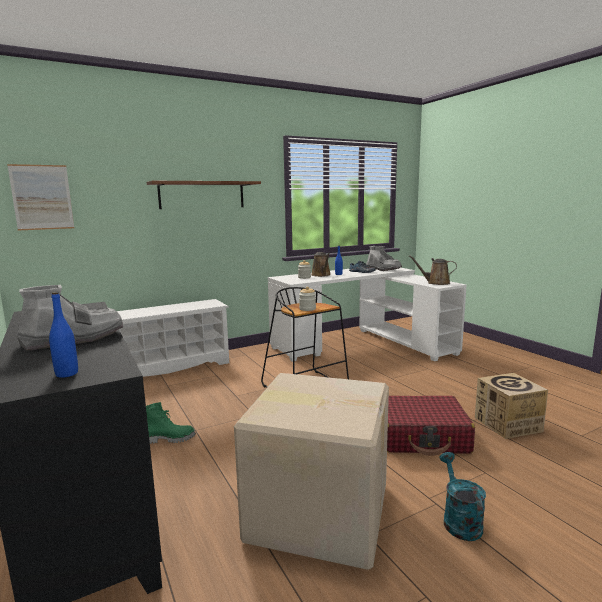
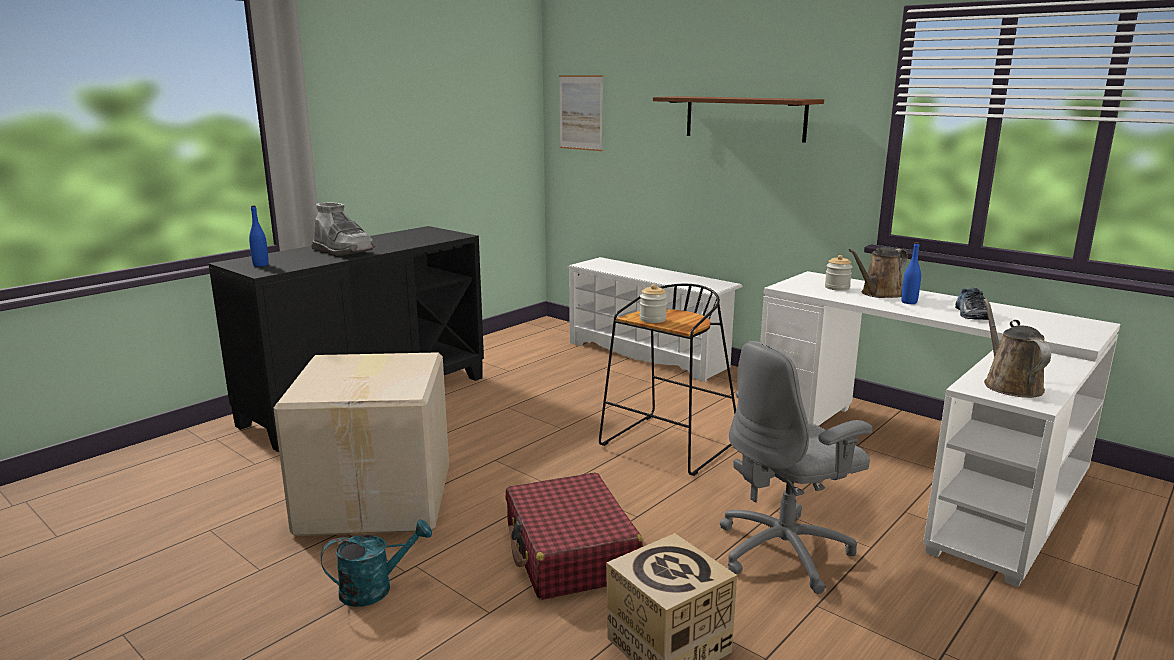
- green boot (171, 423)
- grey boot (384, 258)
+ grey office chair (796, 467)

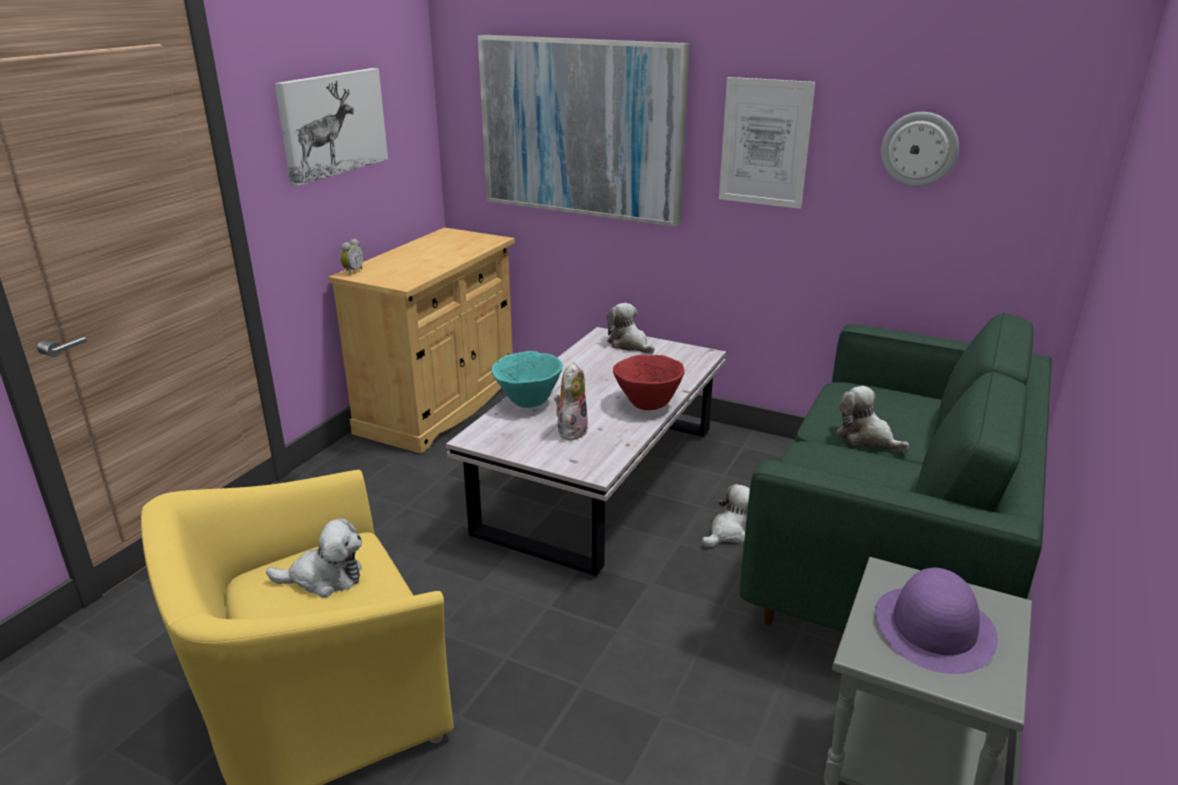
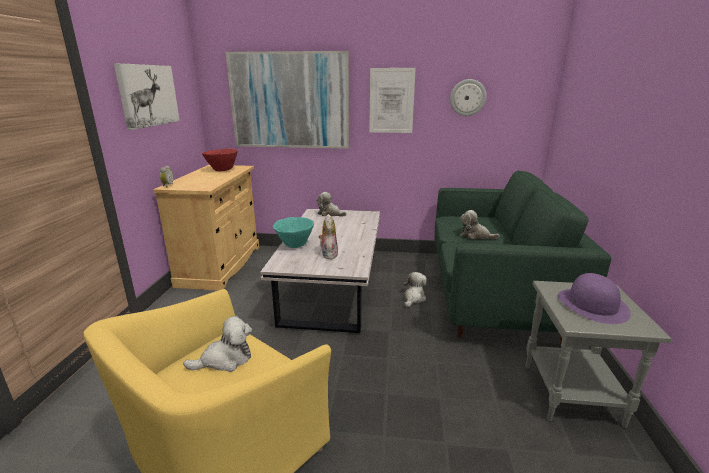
~ red bowl (649, 382) to (219, 159)

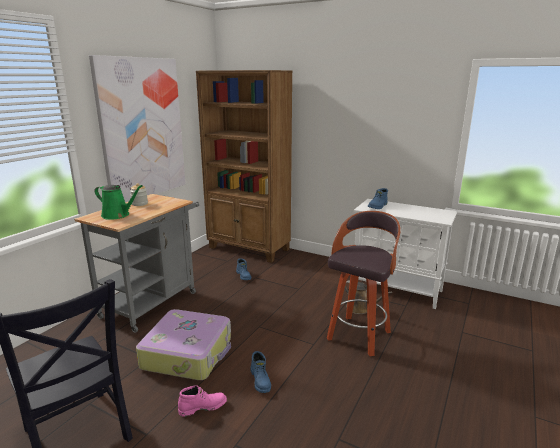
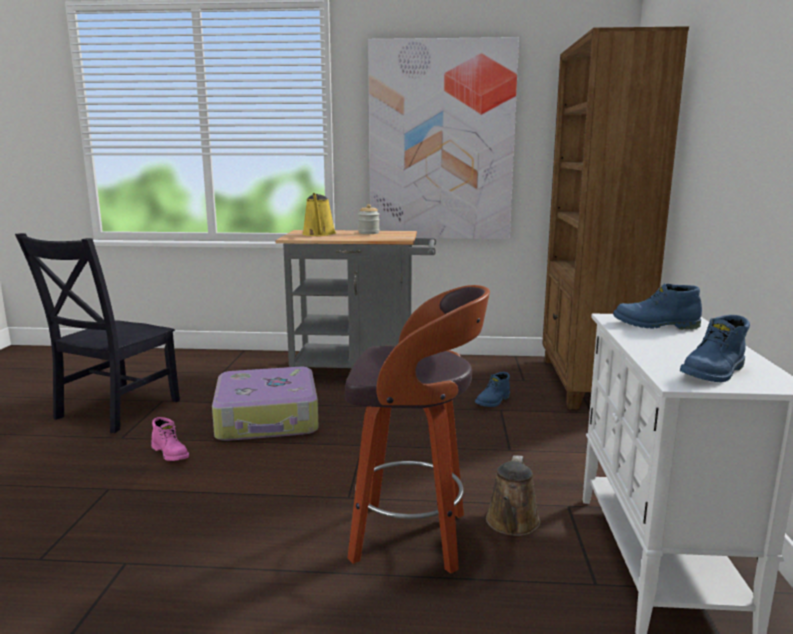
~ green watering can (119, 202) to yellow watering can (319, 214)
~ blue boot (260, 372) to (715, 348)

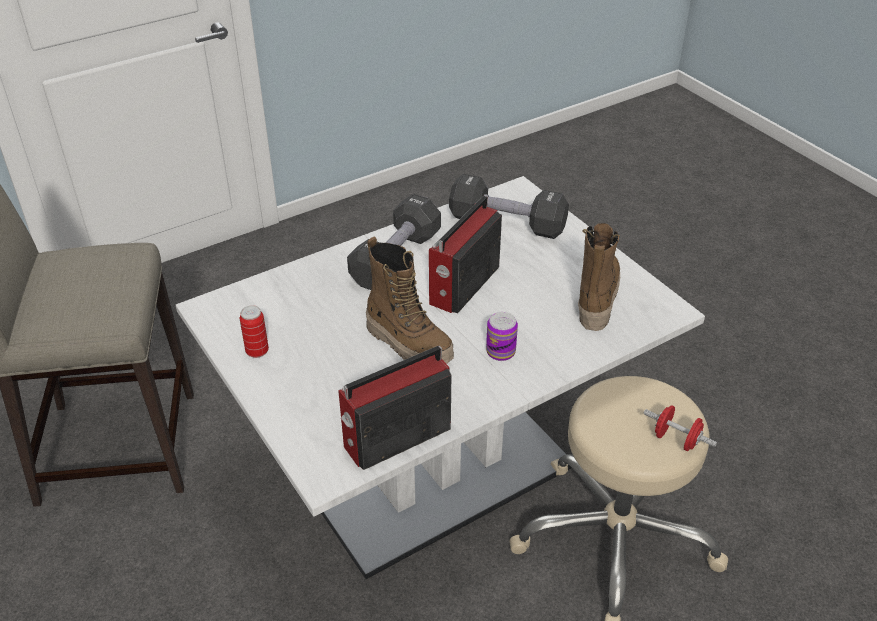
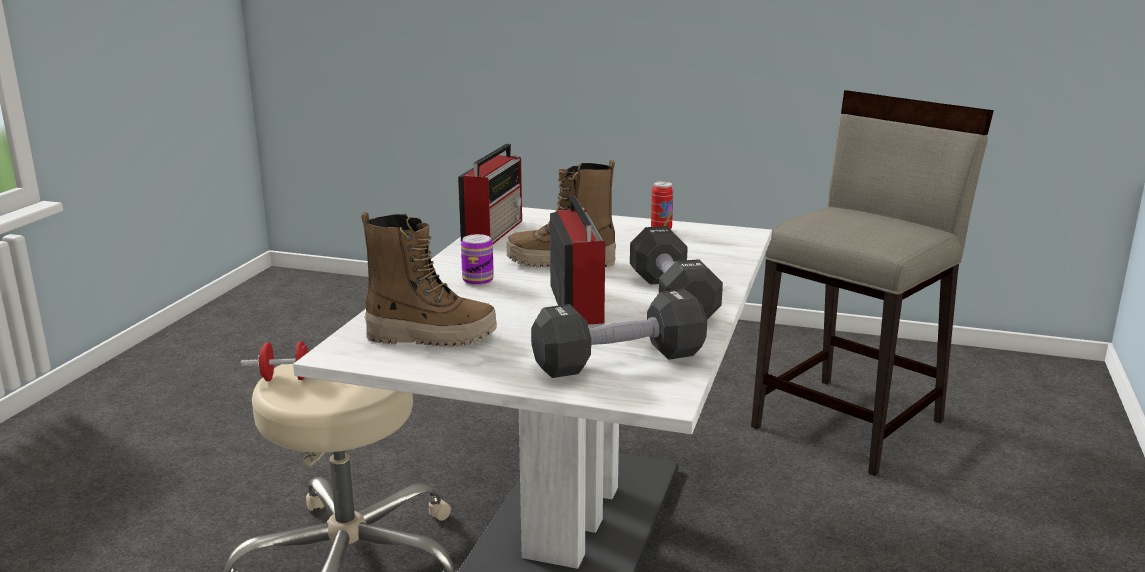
~ boot (599, 277) = (429, 279) 60 degrees counterclockwise

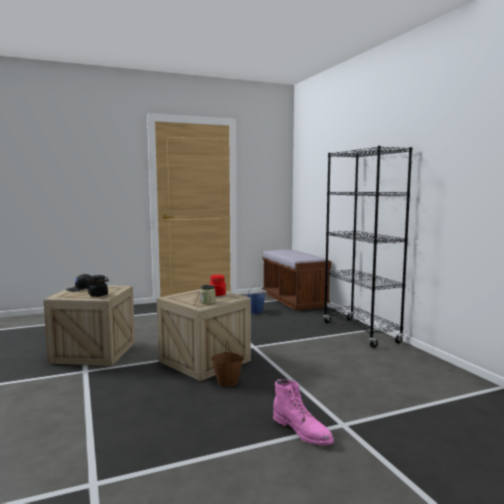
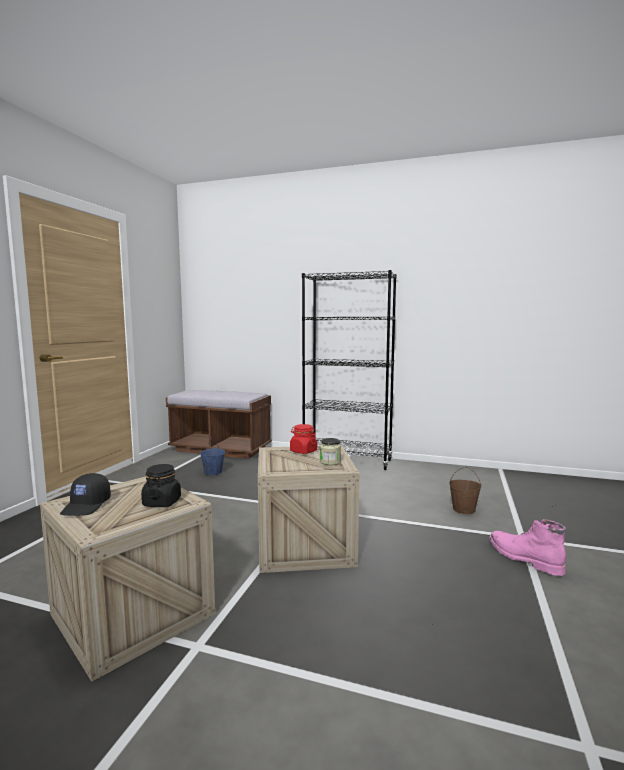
~ brown bucket (227, 363) to (465, 490)
~ pink boot (303, 412) = (527, 547) 120 degrees counterclockwise

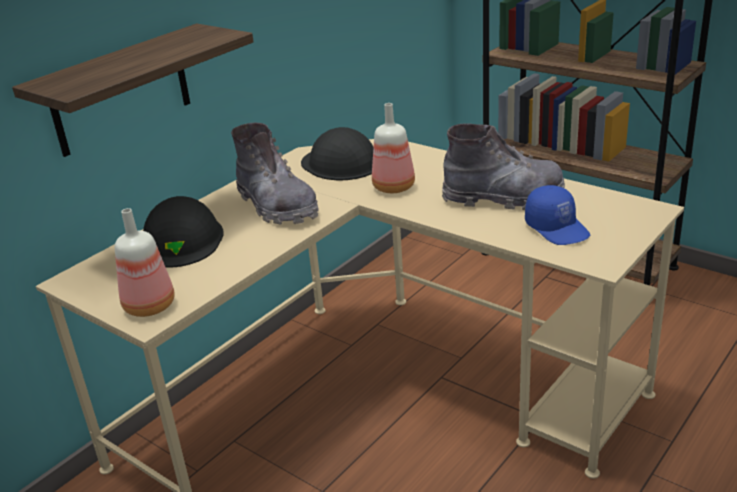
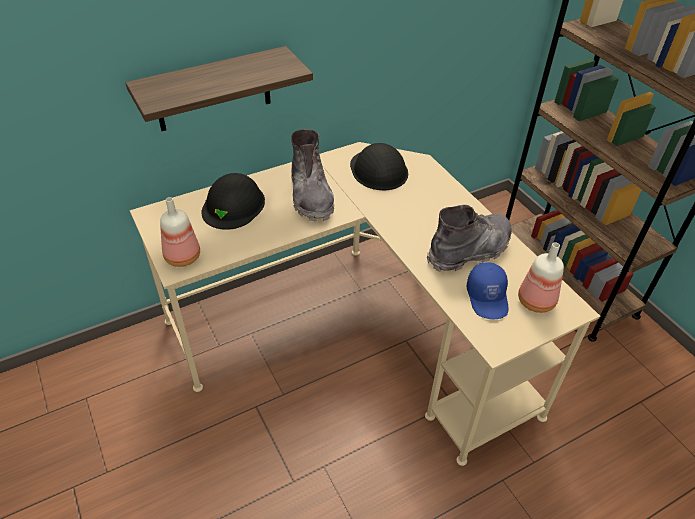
~ bottle (393, 148) to (541, 277)
~ grey boot (503, 166) = (469, 238) 60 degrees counterclockwise

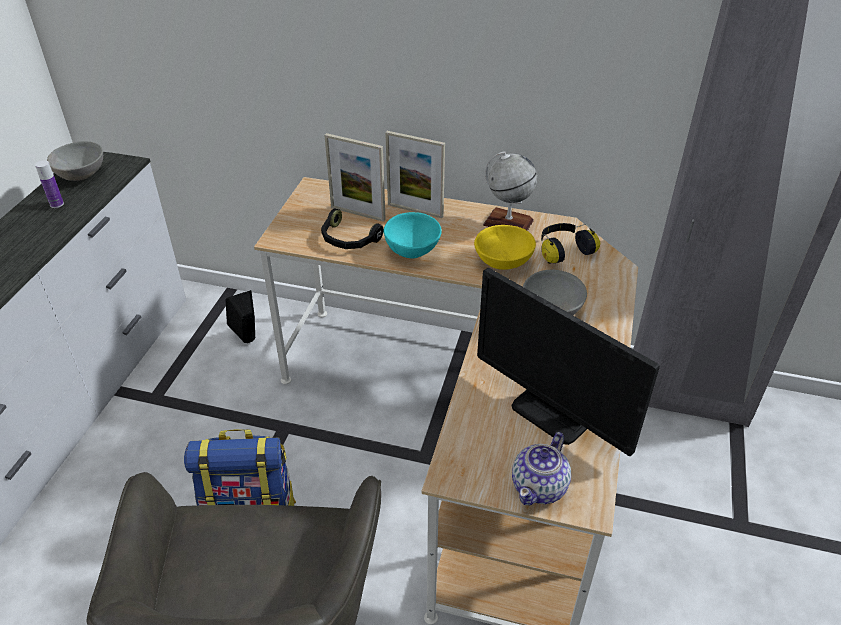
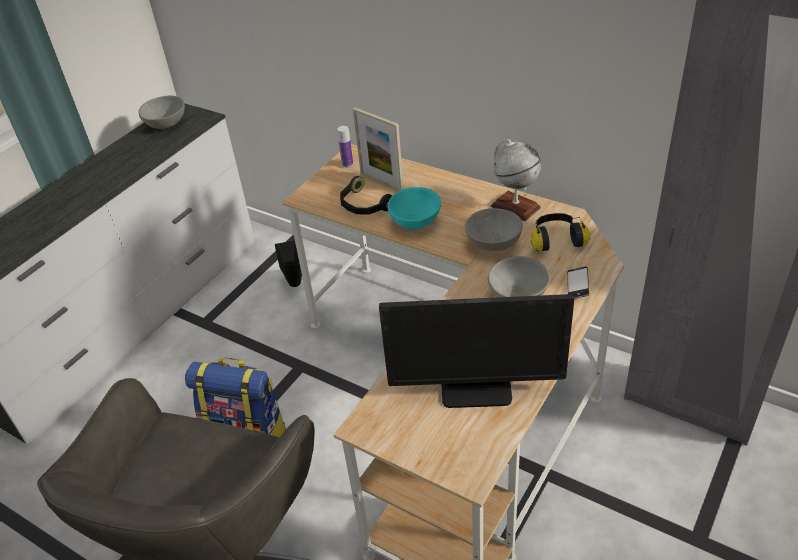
~ bottle (49, 184) to (345, 146)
- picture frame (415, 174)
~ yellow bowl (505, 247) to grey bowl (494, 229)
~ monitor (568, 362) = (476, 351) 60 degrees counterclockwise
- teapot (541, 469)
+ phone (578, 282)

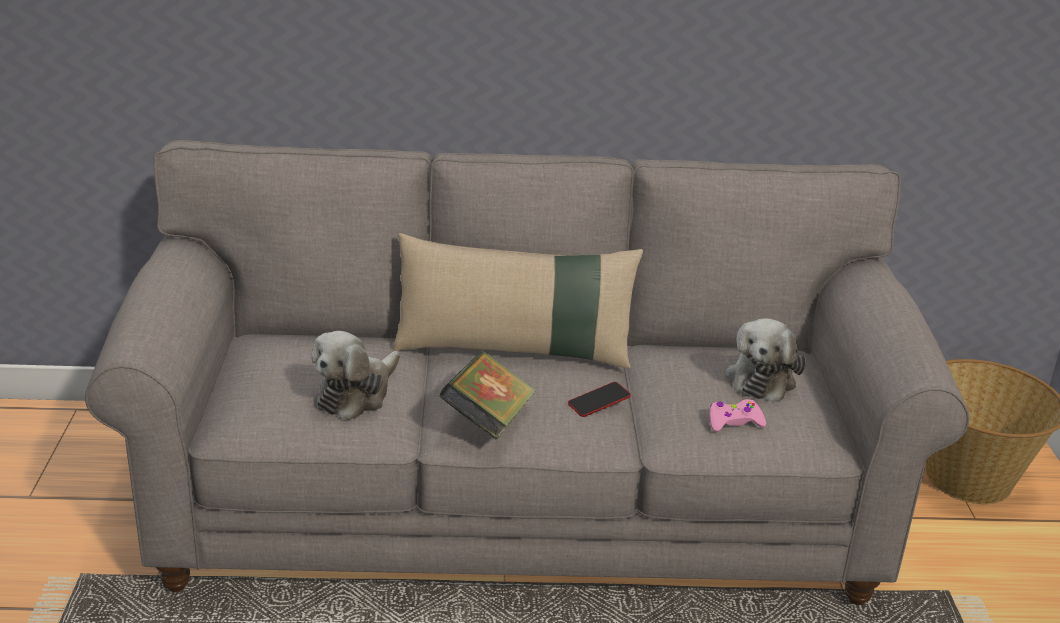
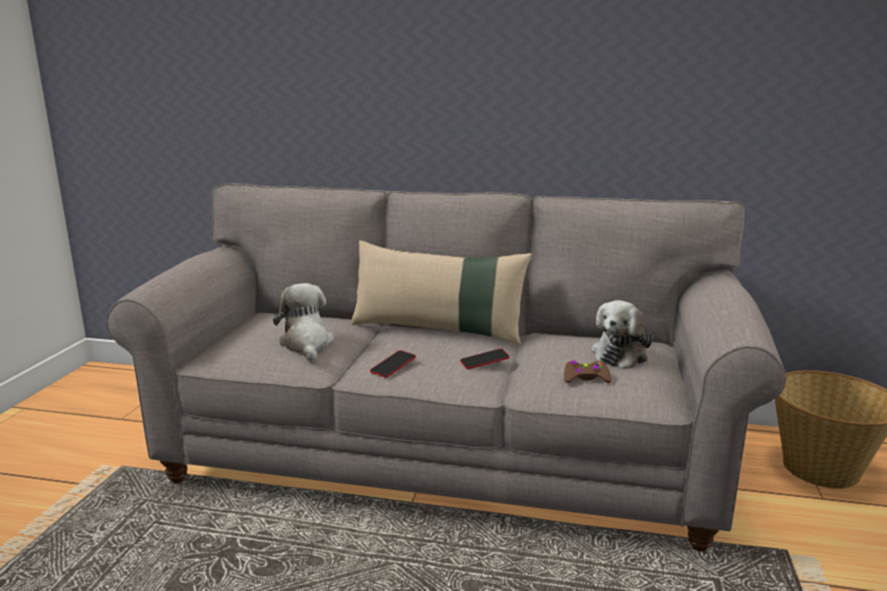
~ plush toy (355, 375) = (303, 322) 120 degrees clockwise
~ book (487, 395) to phone (393, 364)
~ pink game controller (737, 415) to brown game controller (588, 371)

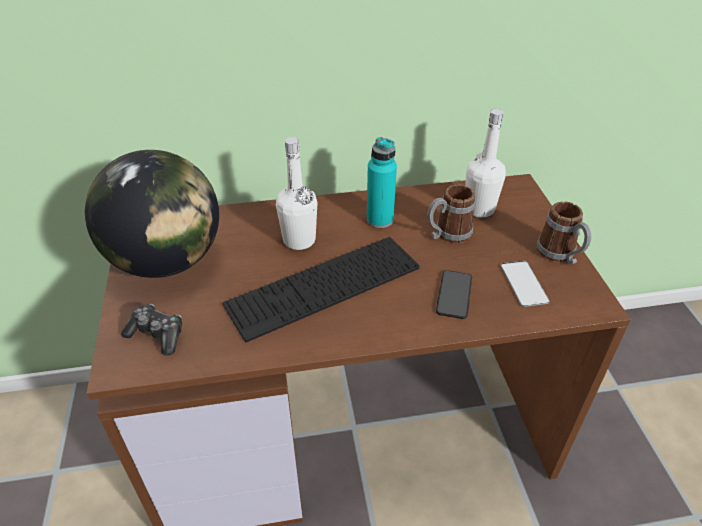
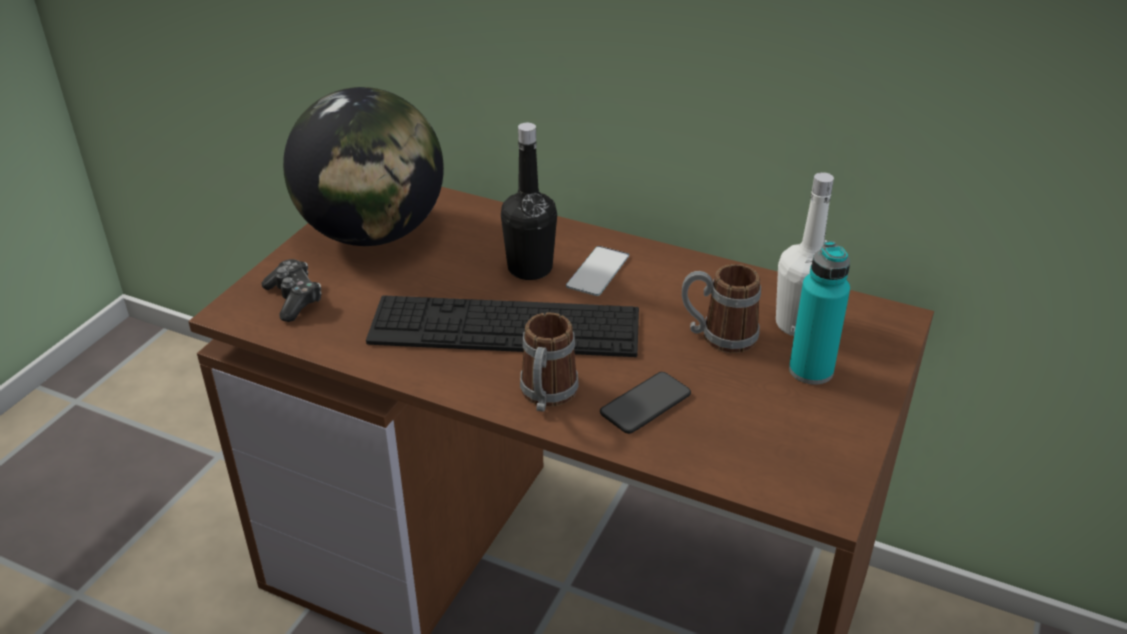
~ white bottle (297, 193) to black bottle (529, 201)
~ turquoise bottle (382, 182) to (819, 313)
~ phone (525, 284) to (597, 271)
~ mug (564, 233) to (549, 362)

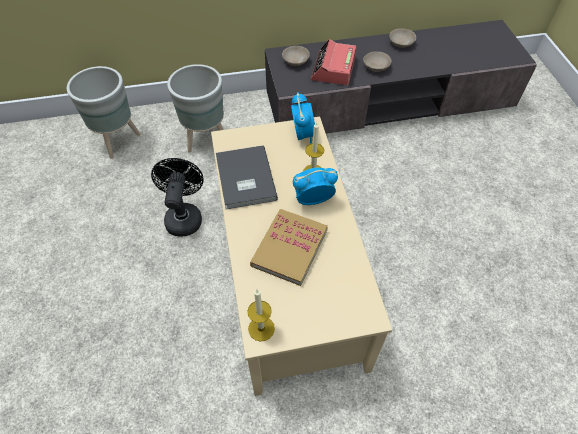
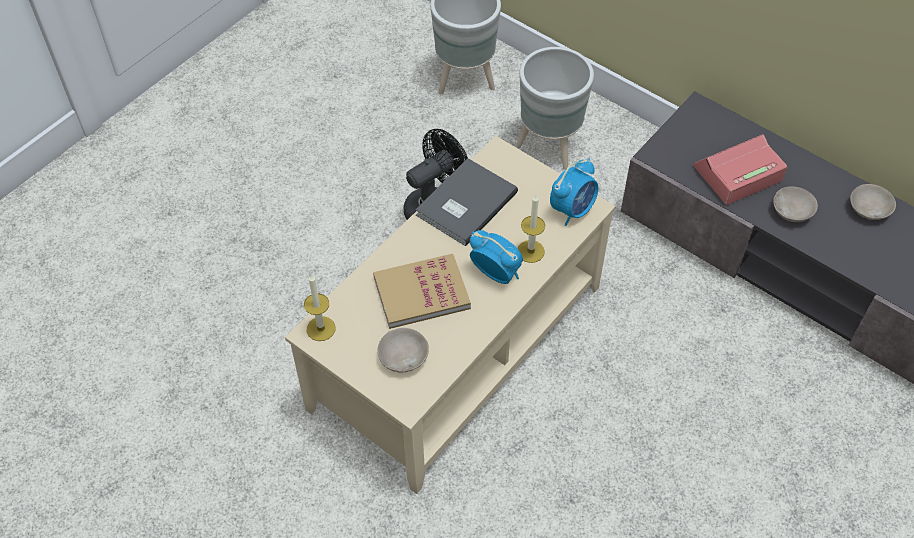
~ beige bowl (296, 56) to (403, 350)

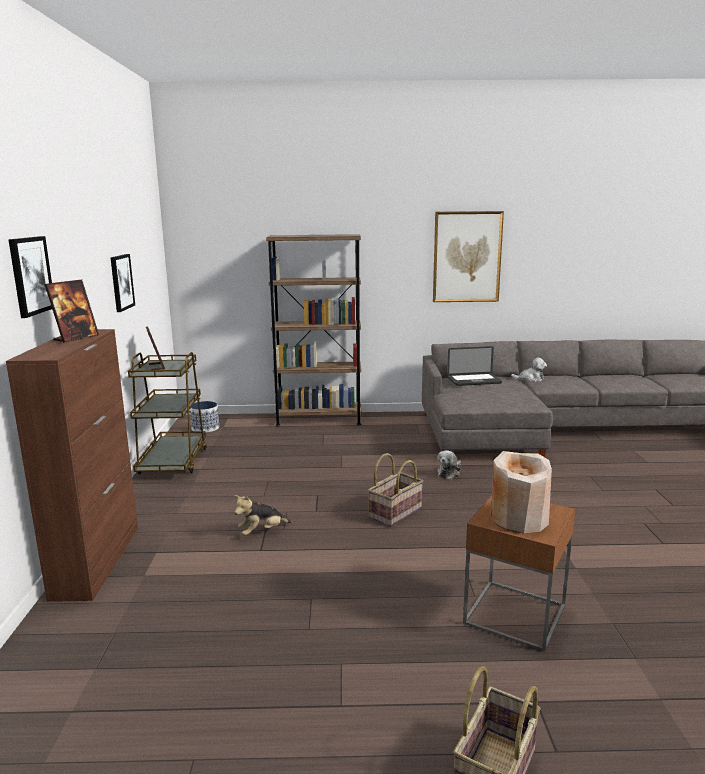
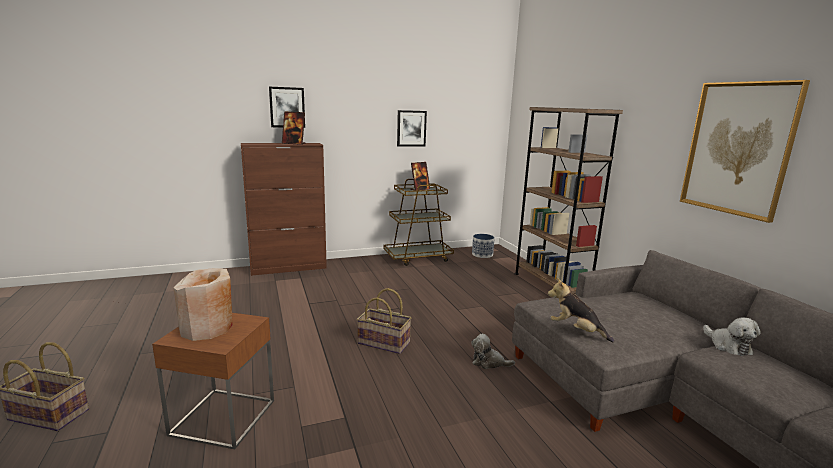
~ plush toy (262, 515) to (581, 310)
- laptop (474, 366)

